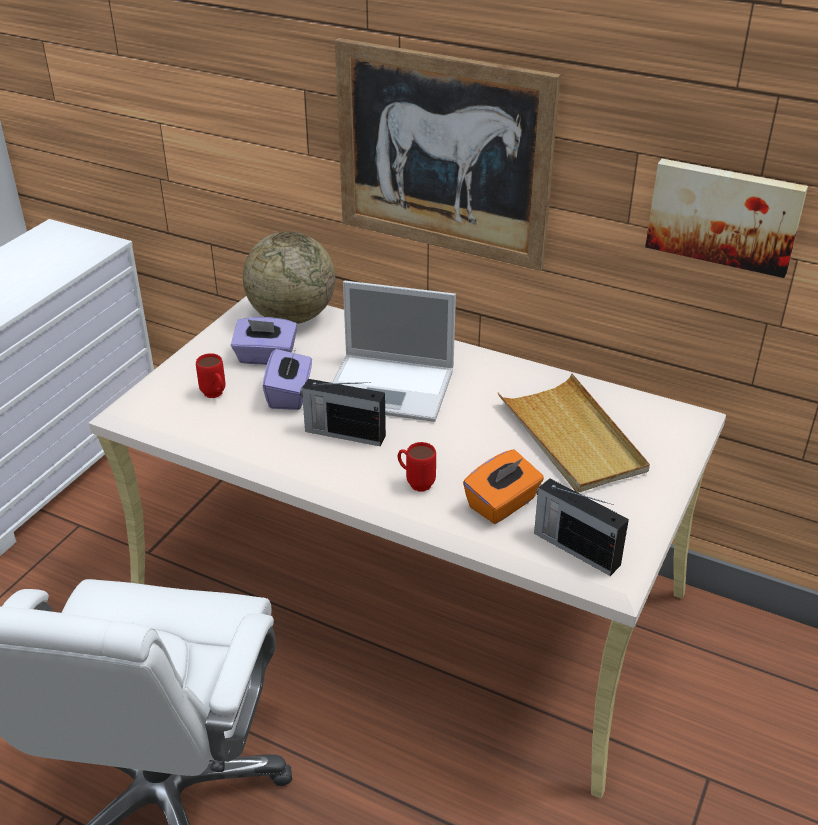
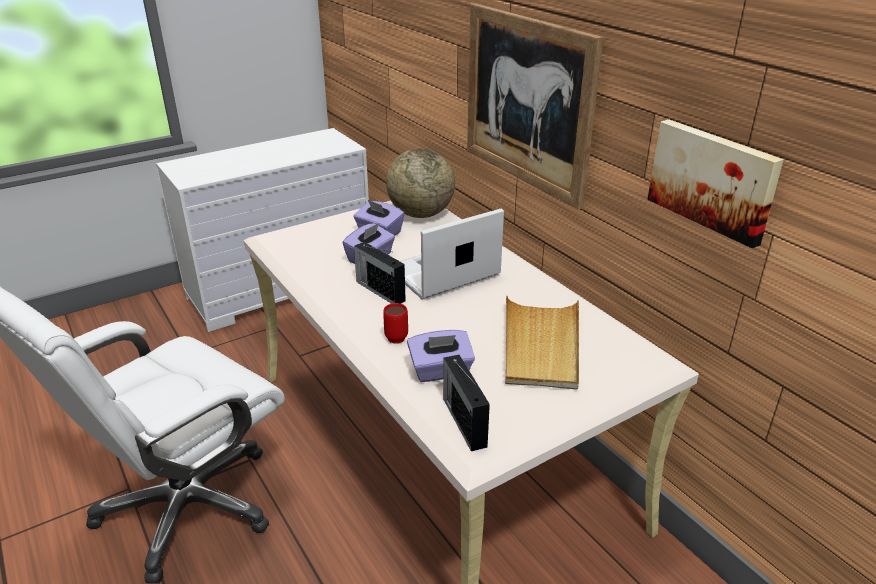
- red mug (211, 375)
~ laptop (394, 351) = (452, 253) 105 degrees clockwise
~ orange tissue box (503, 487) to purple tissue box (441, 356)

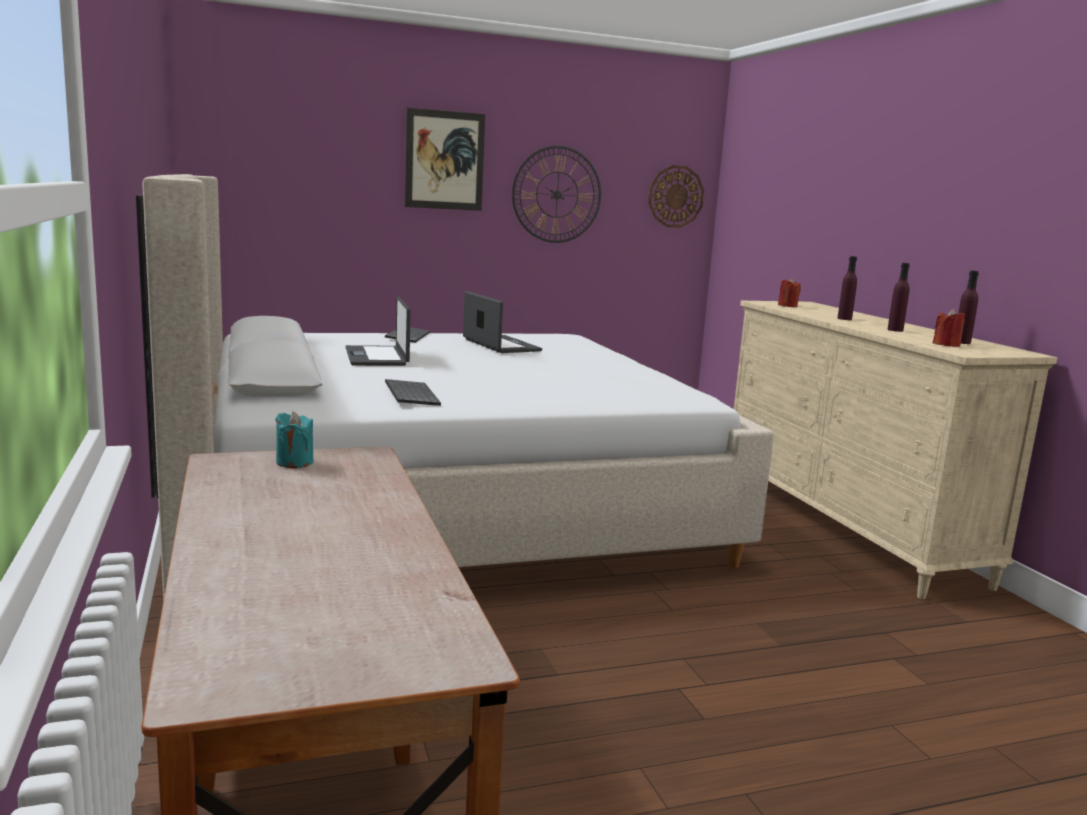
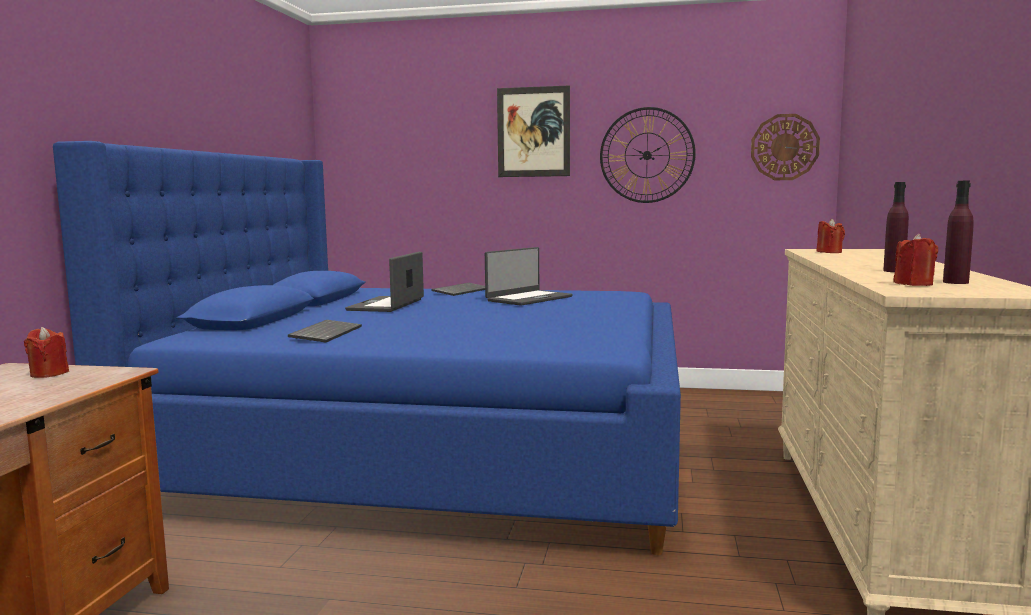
~ beige bed (455, 387) to blue bed (367, 348)
~ turquoise candle (294, 439) to red candle (46, 352)
~ laptop (502, 322) = (528, 276) 45 degrees clockwise
- purple bottle (847, 288)

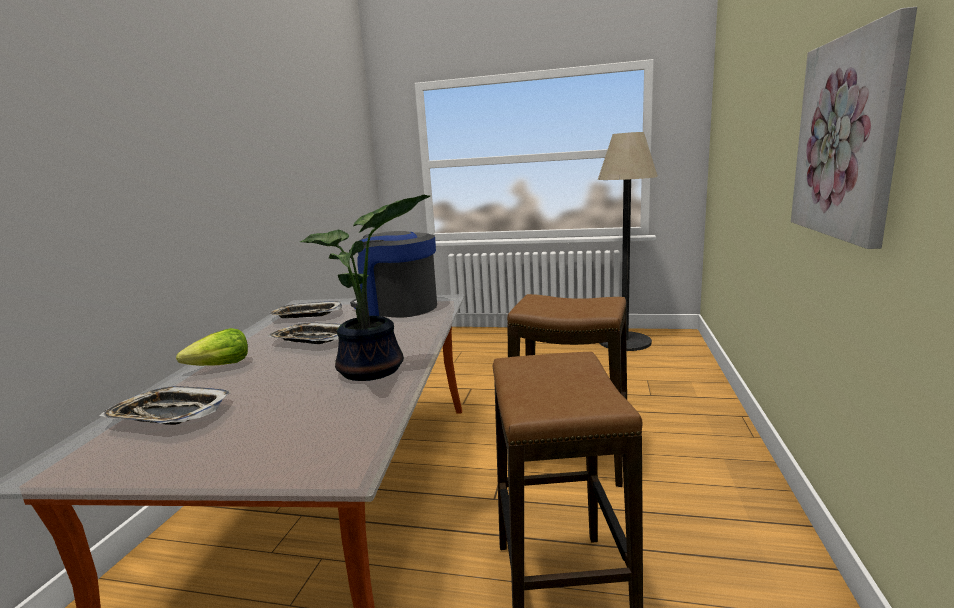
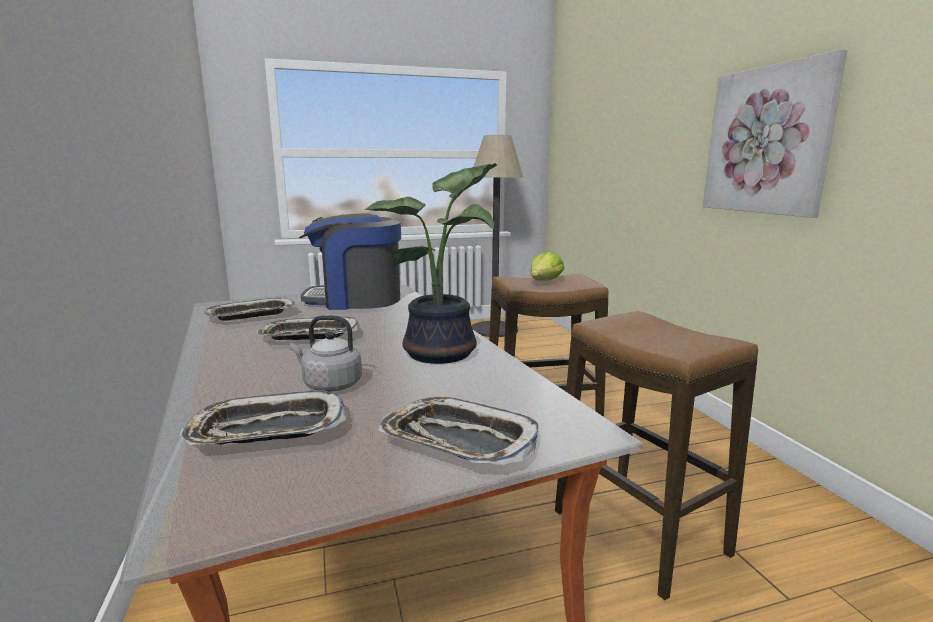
~ lettuce (212, 347) to (548, 266)
+ grey kettle (326, 353)
+ tray (458, 431)

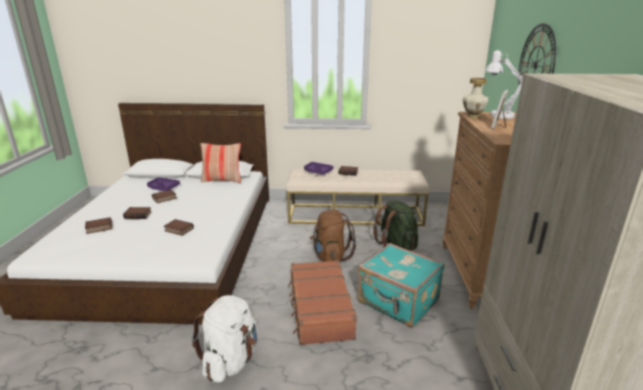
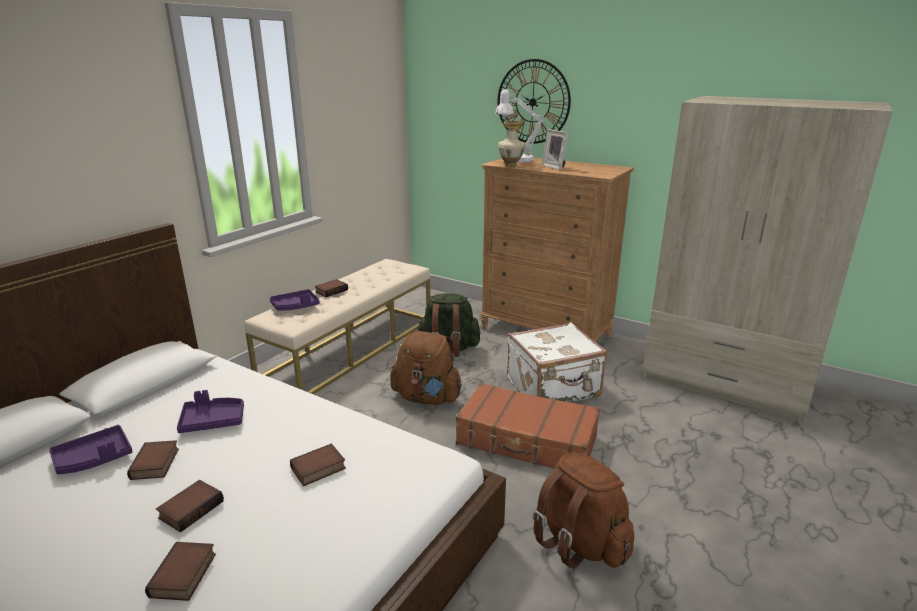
~ white backpack (224, 339) to brown backpack (583, 510)
- pillow (220, 163)
~ turquoise suitcase (401, 285) to white suitcase (557, 362)
+ purple tray (210, 411)

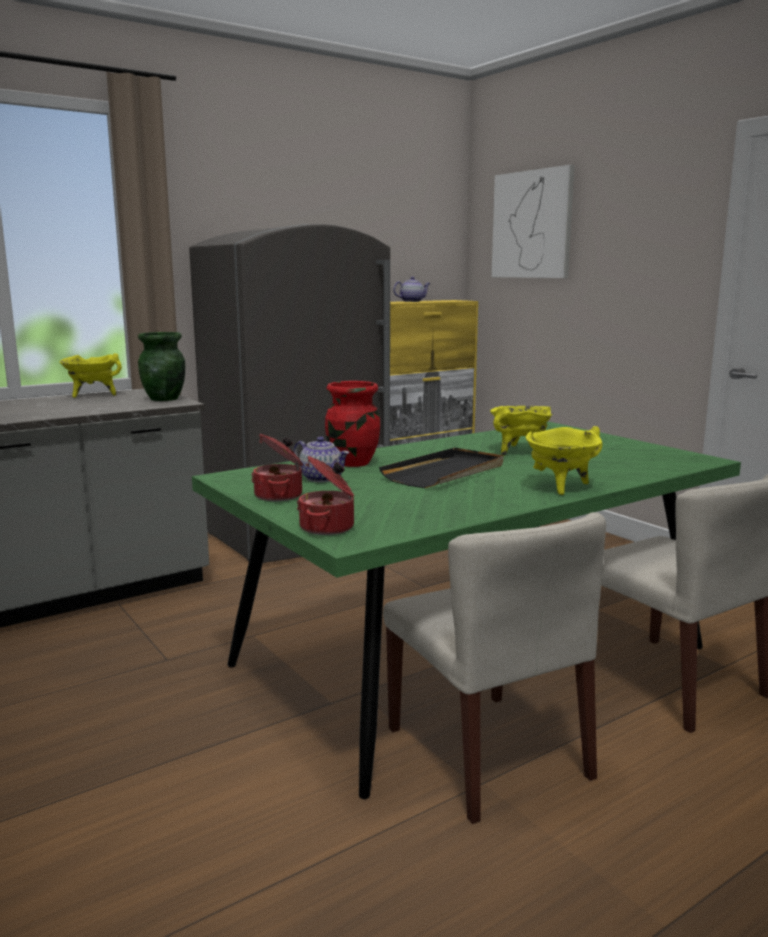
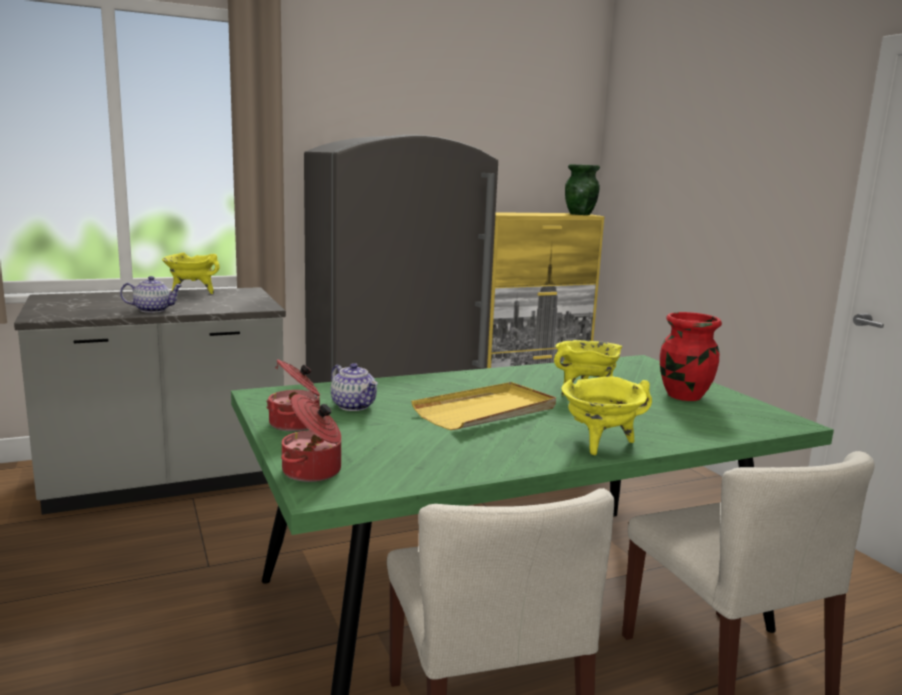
~ green vase (161, 366) to (582, 189)
~ red vase (352, 424) to (691, 356)
~ black tray (441, 468) to yellow tray (483, 406)
~ teapot (412, 289) to (151, 294)
- picture (533, 221)

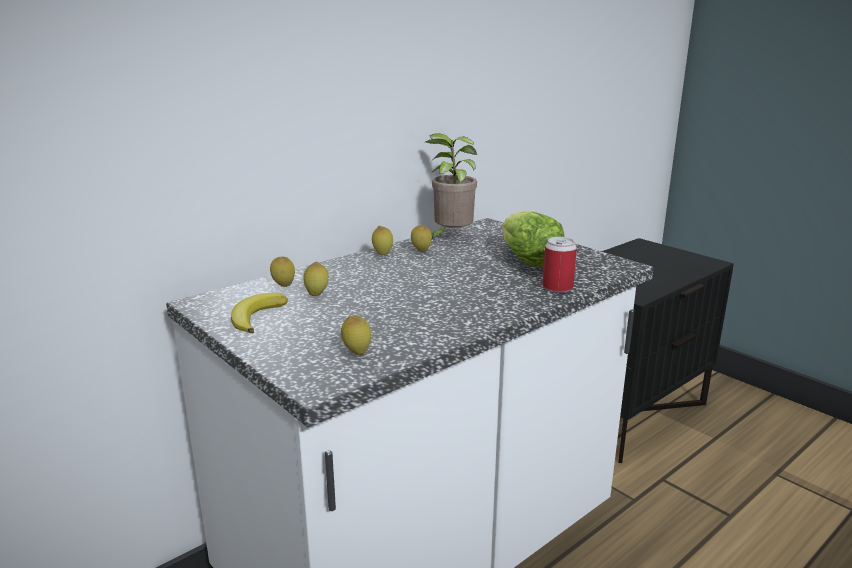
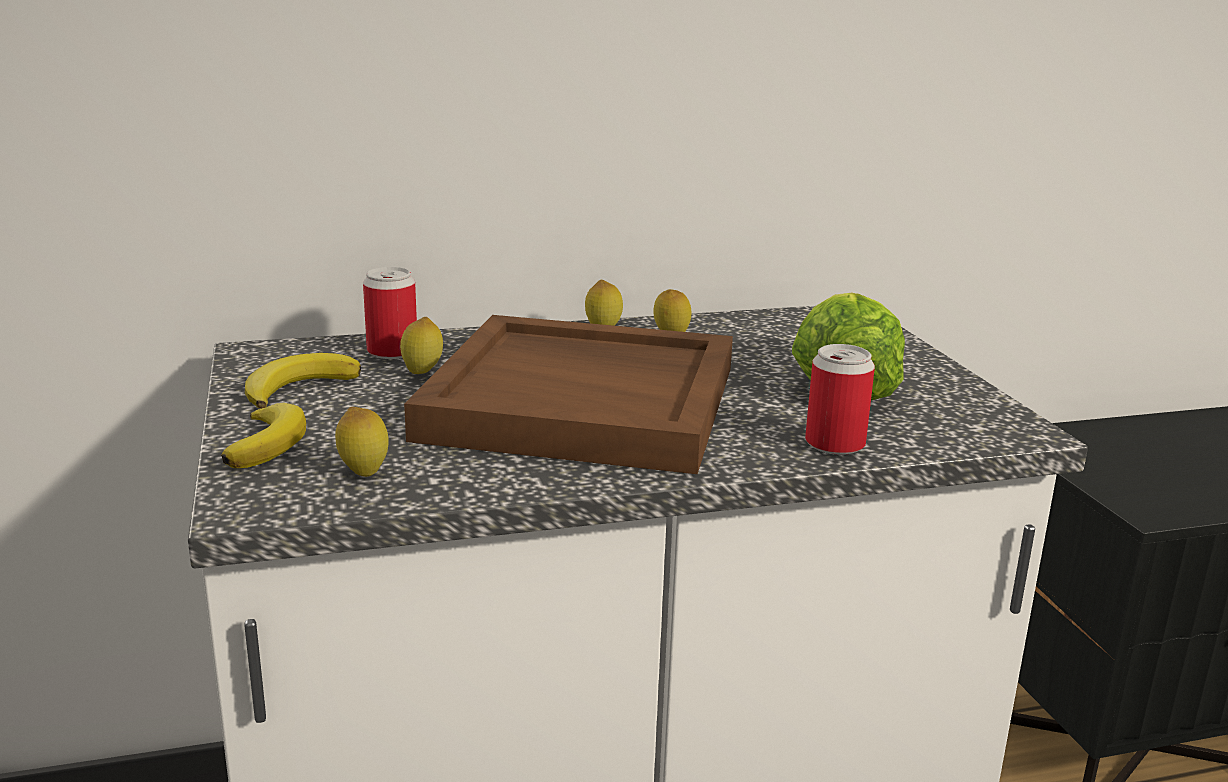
~ lemon (282, 271) to can (390, 313)
- potted plant (451, 186)
+ banana (263, 435)
+ brown tray (568, 394)

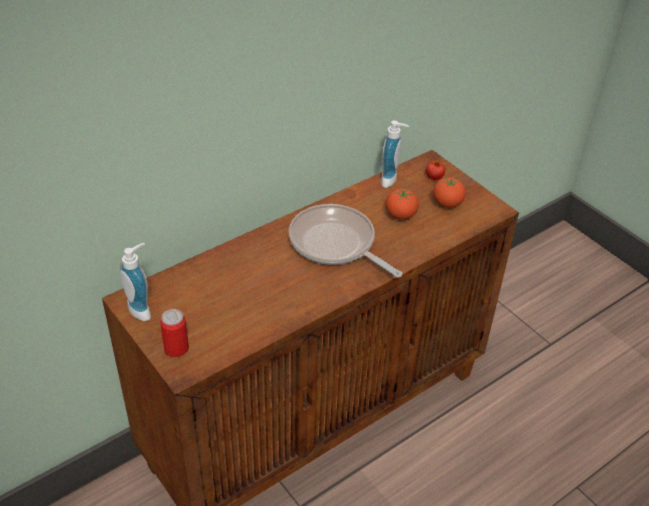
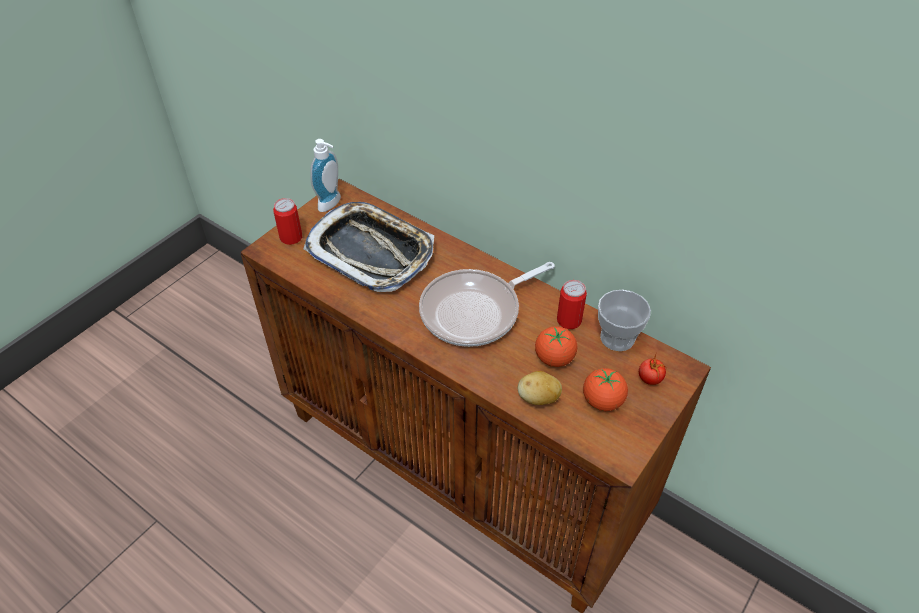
~ frying pan (345, 241) = (487, 304) 150 degrees counterclockwise
~ soap dispenser (395, 154) to cup (624, 320)
+ tray (368, 247)
+ potato (539, 388)
+ can (572, 304)

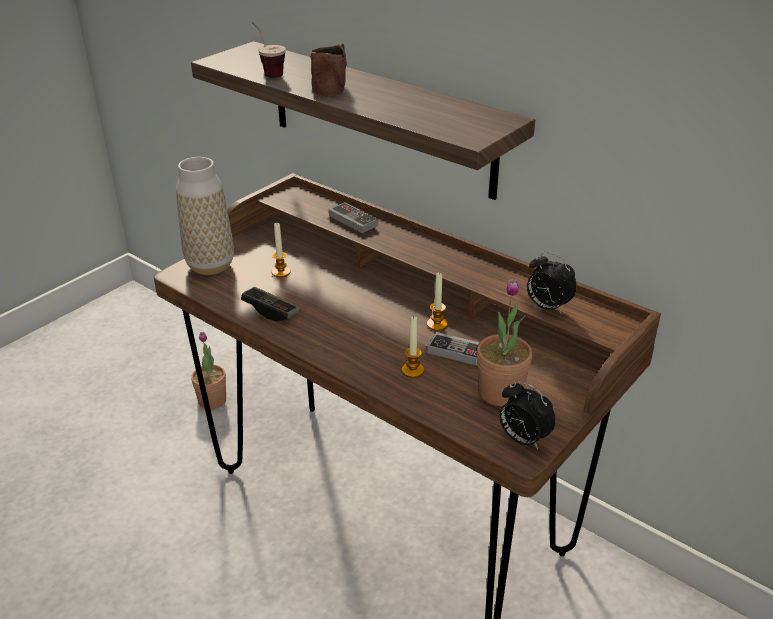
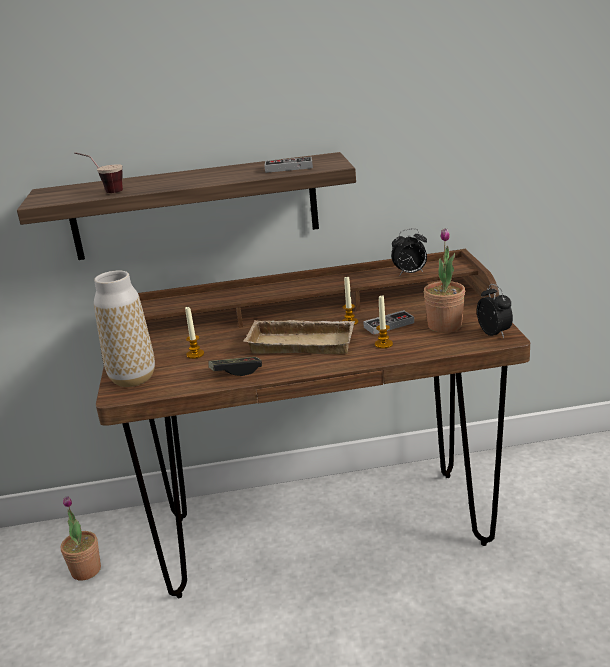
- brown mug (328, 70)
~ game controller (353, 217) to (288, 165)
~ alarm clock (527, 415) = (495, 311) 105 degrees counterclockwise
+ beige tray (299, 337)

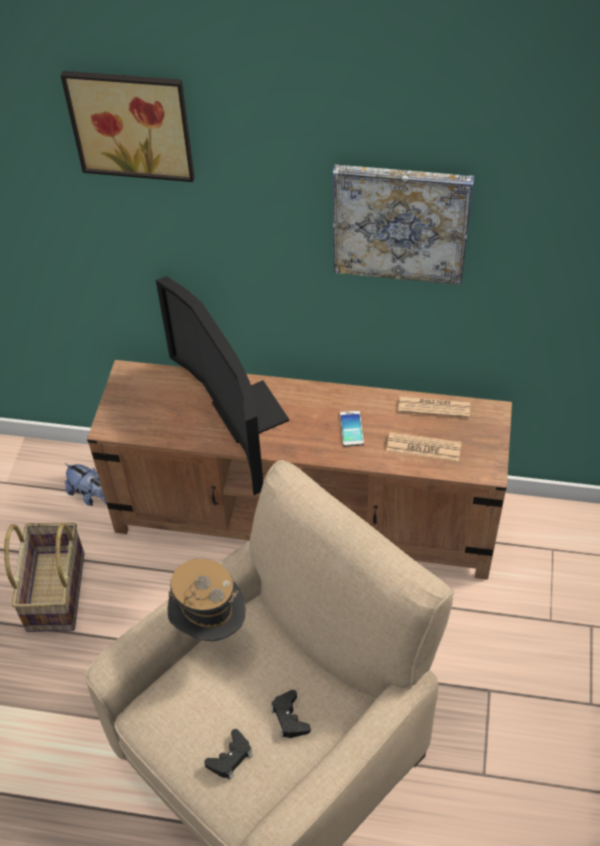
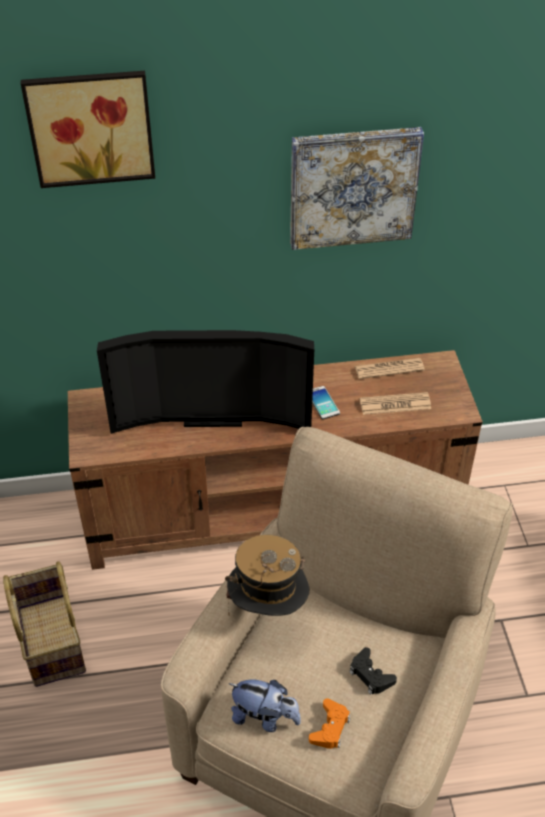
~ plush toy (86, 484) to (264, 705)
~ television (222, 385) = (205, 382) 45 degrees counterclockwise
~ black game controller (228, 754) to orange game controller (329, 723)

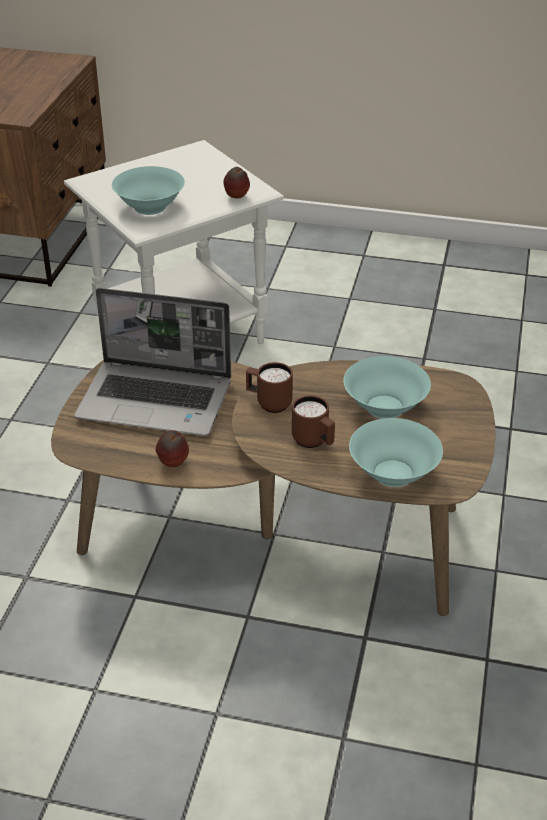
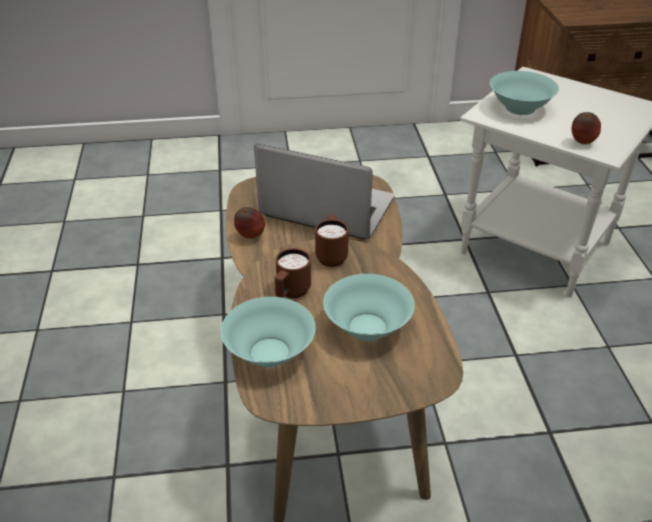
~ laptop (153, 362) = (324, 192) 120 degrees clockwise

